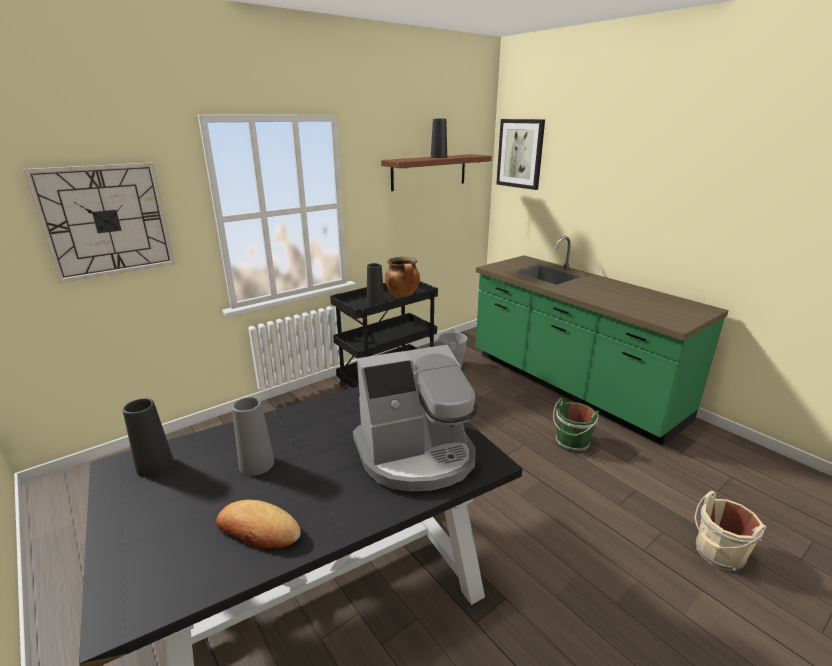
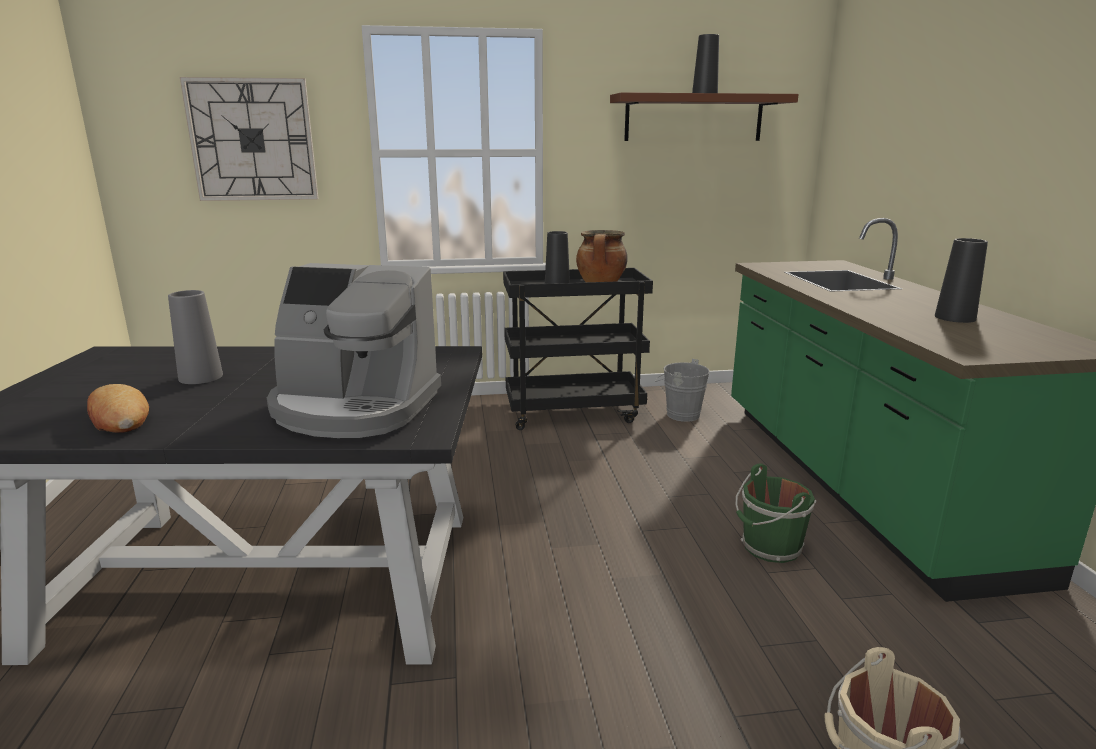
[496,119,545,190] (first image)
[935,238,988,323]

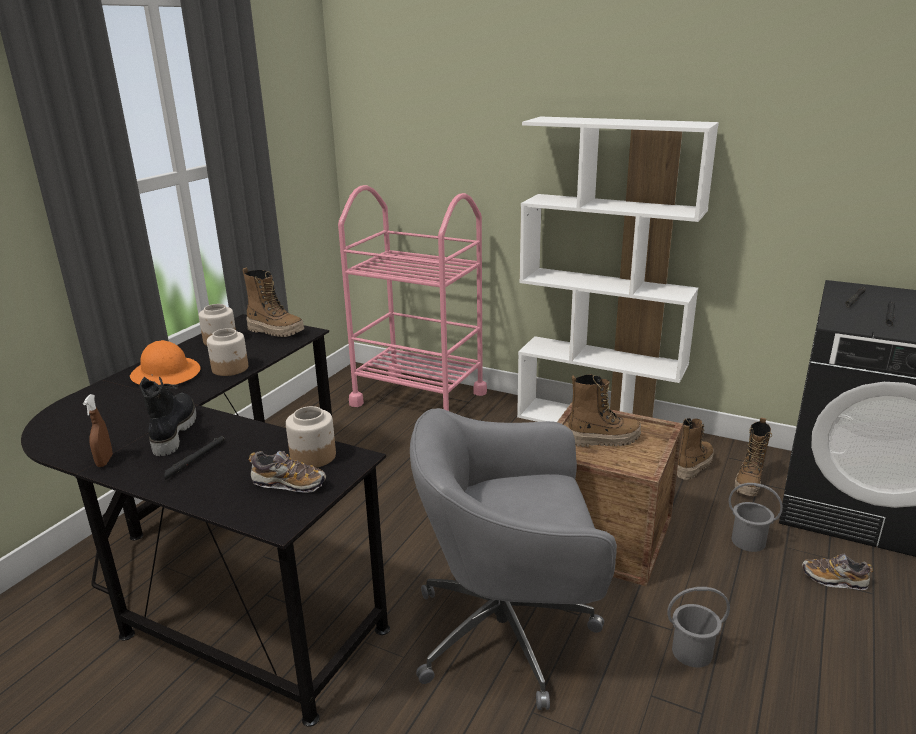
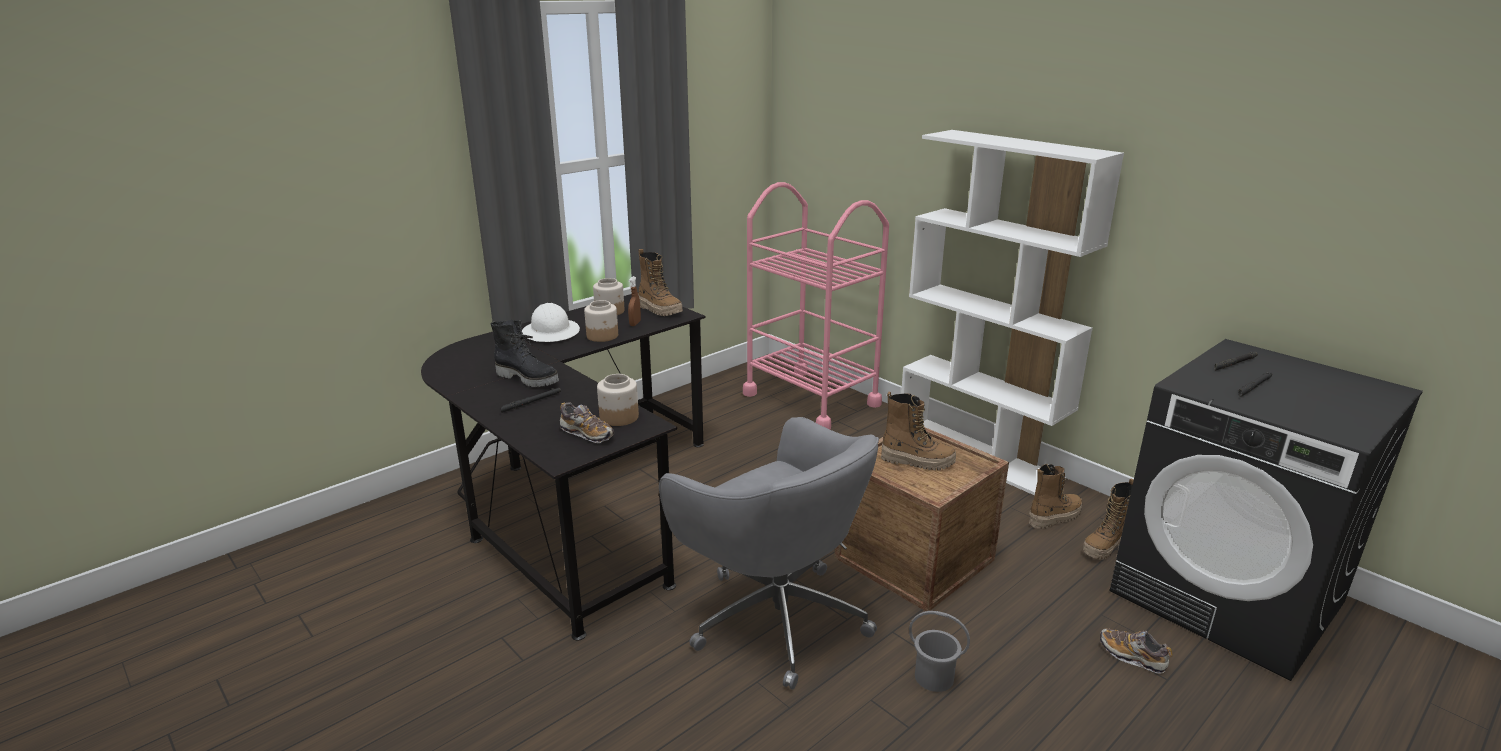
[522,303,580,342]
[491,320,559,387]
[628,276,641,326]
[659,417,879,690]
[729,483,783,552] (first image)

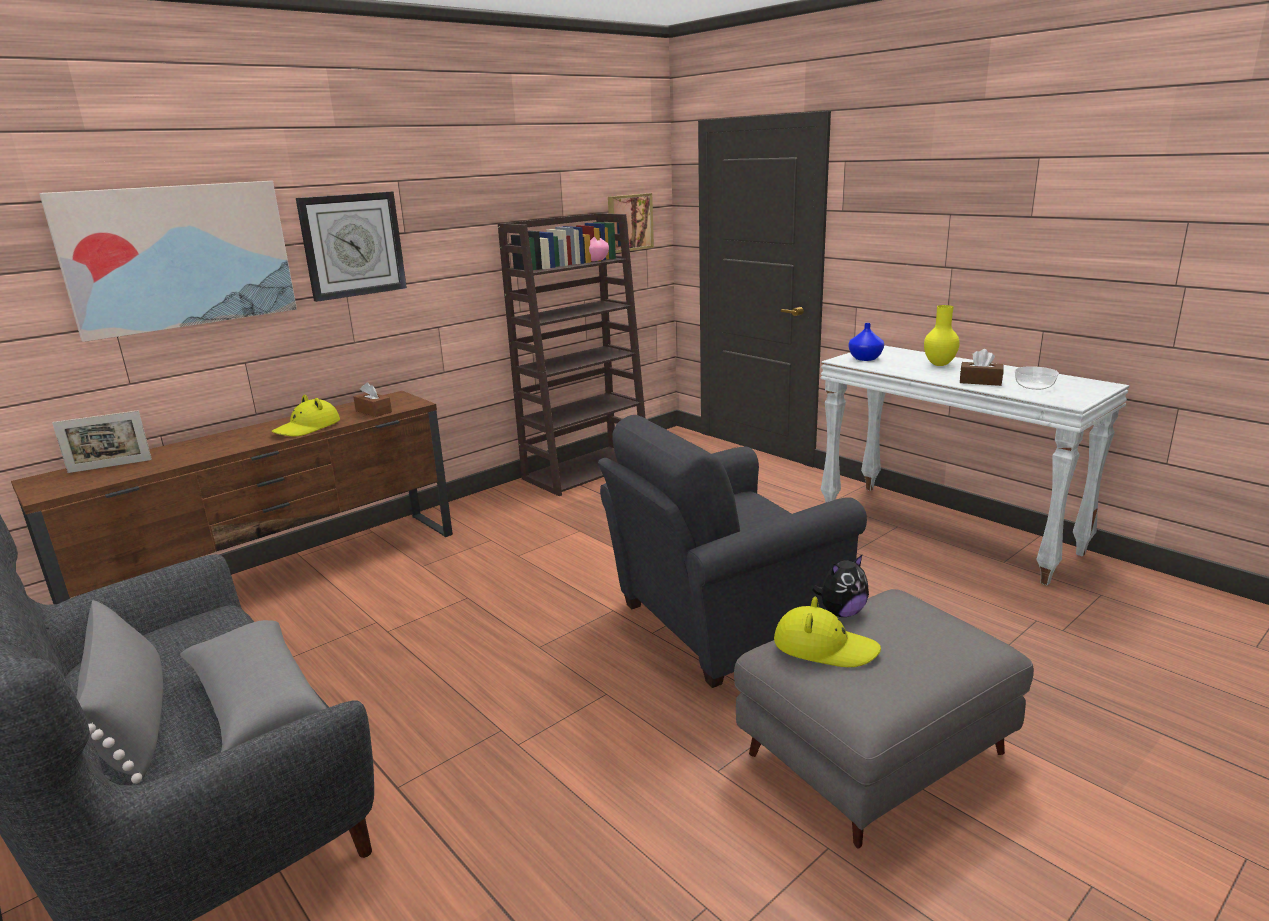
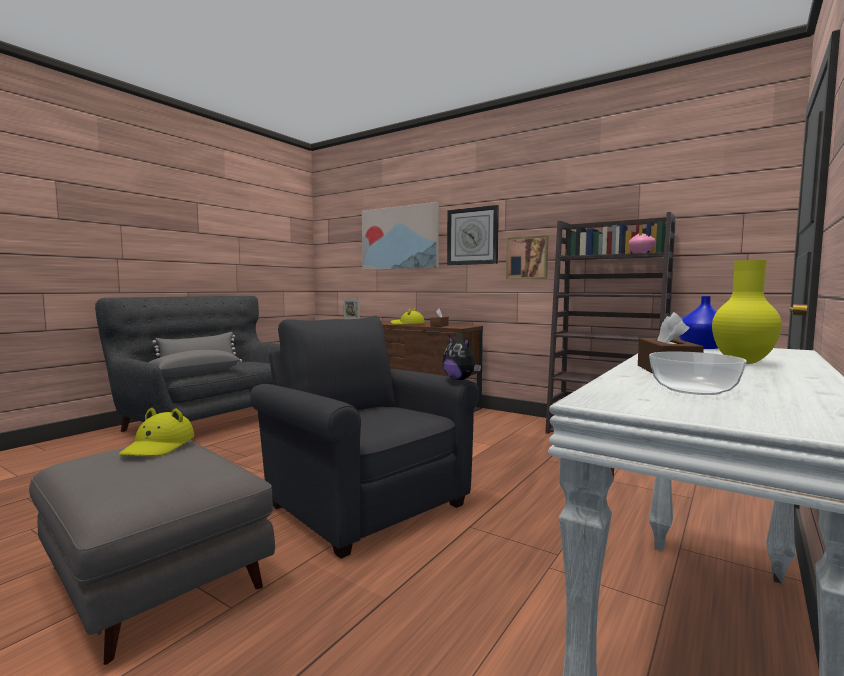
[506,235,548,279]
[443,336,481,380]

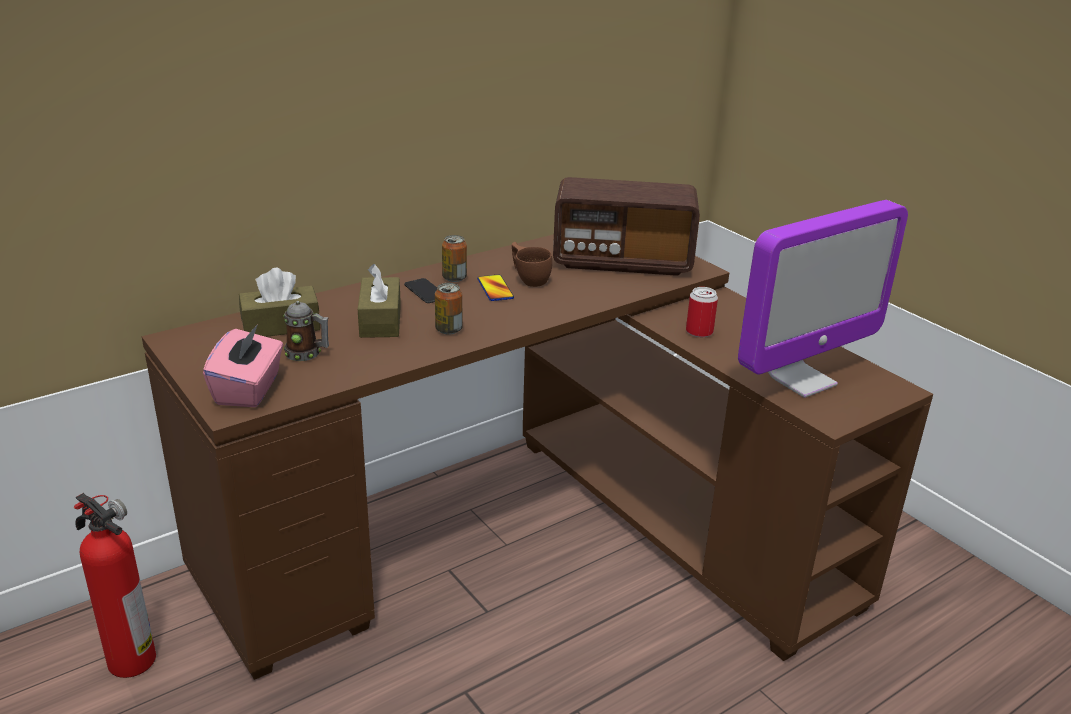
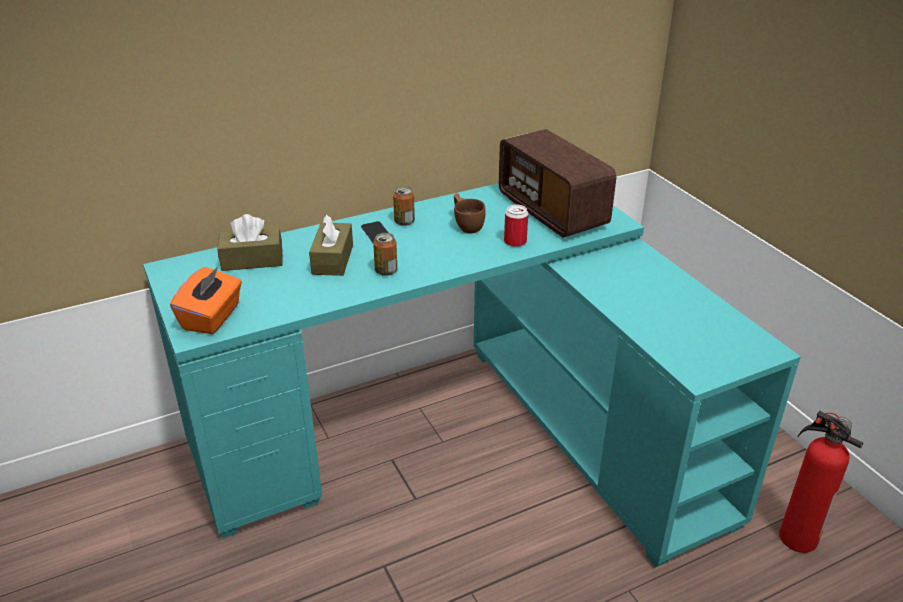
[499,129,616,238]
[738,200,908,398] (first image)
[143,183,801,567]
[477,275,514,301] (first image)
[504,204,528,247]
[284,301,329,361] (first image)
[170,267,242,334]
[779,411,863,553]

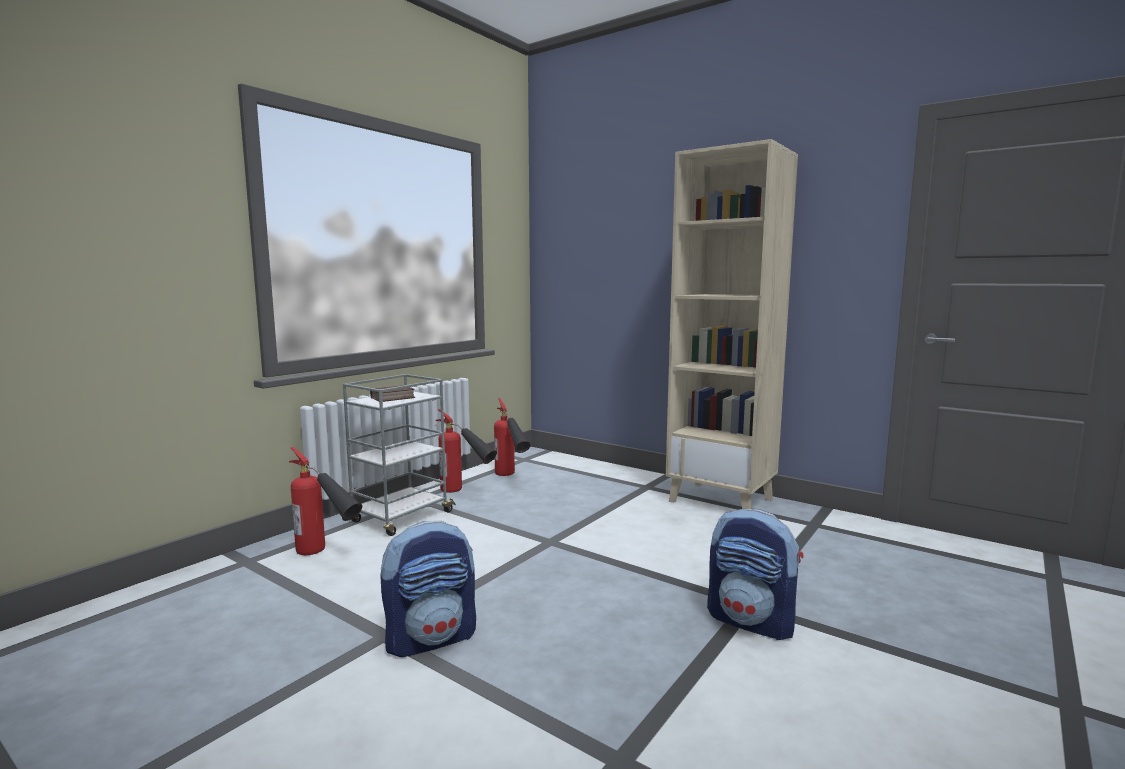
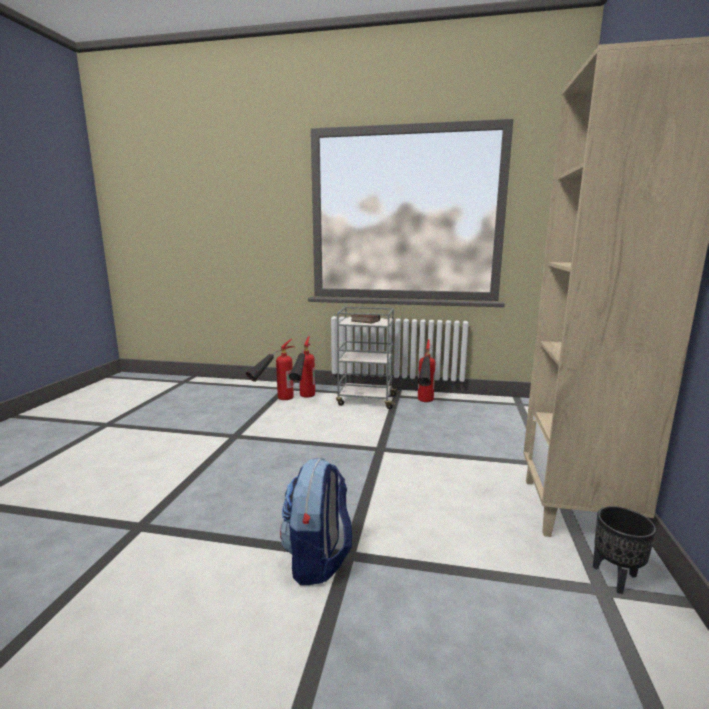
[246,339,294,400]
[380,520,476,657] (first image)
[593,506,656,594]

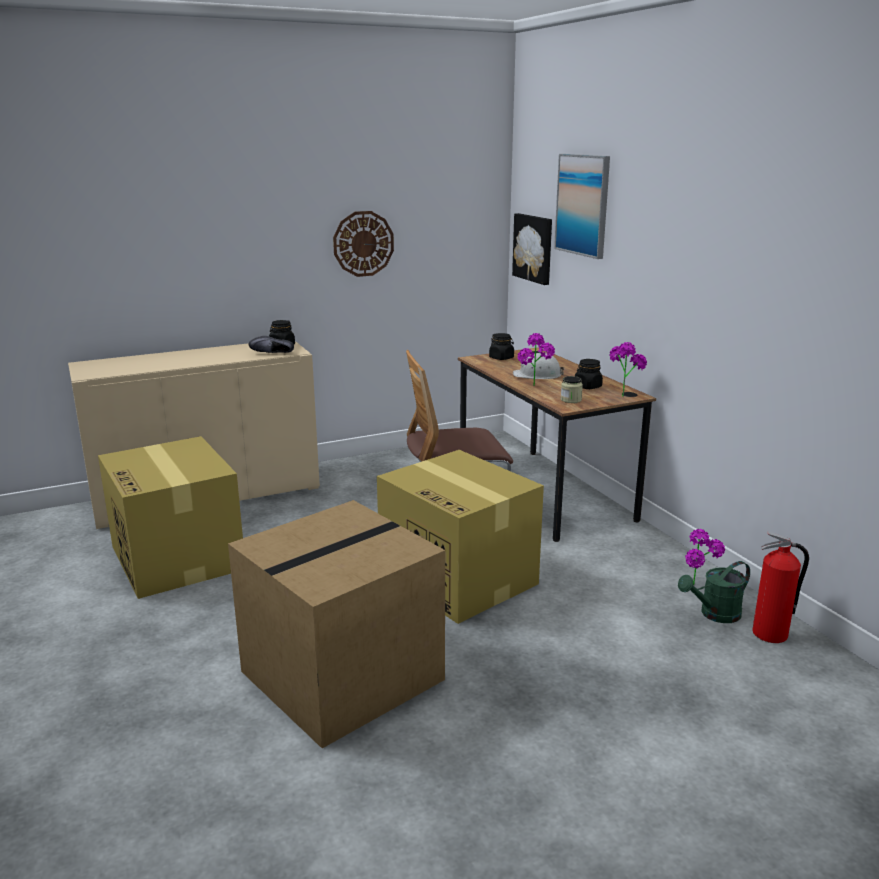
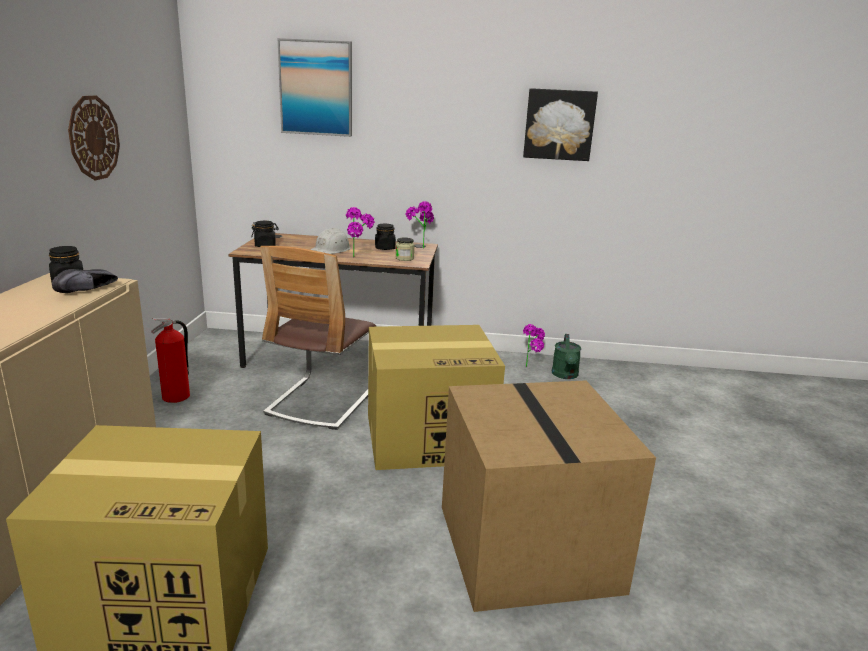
[523,88,598,161]
[151,318,190,403]

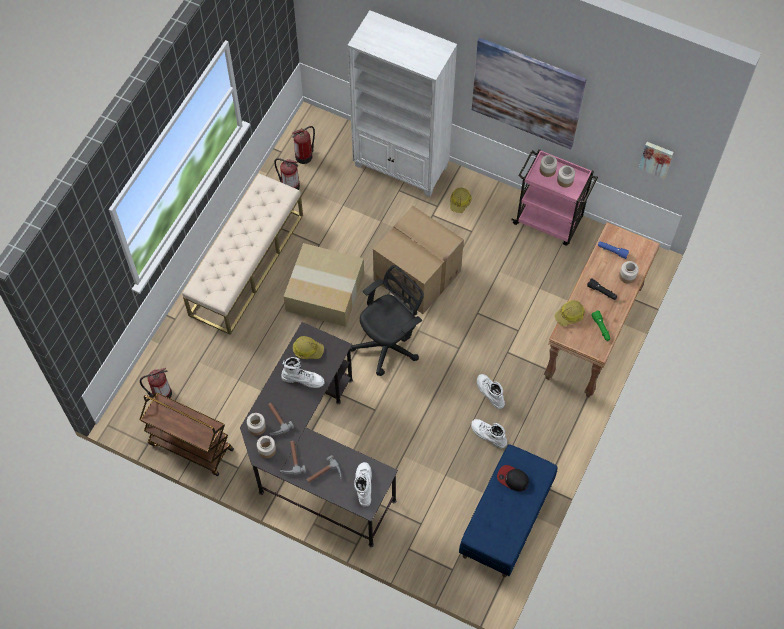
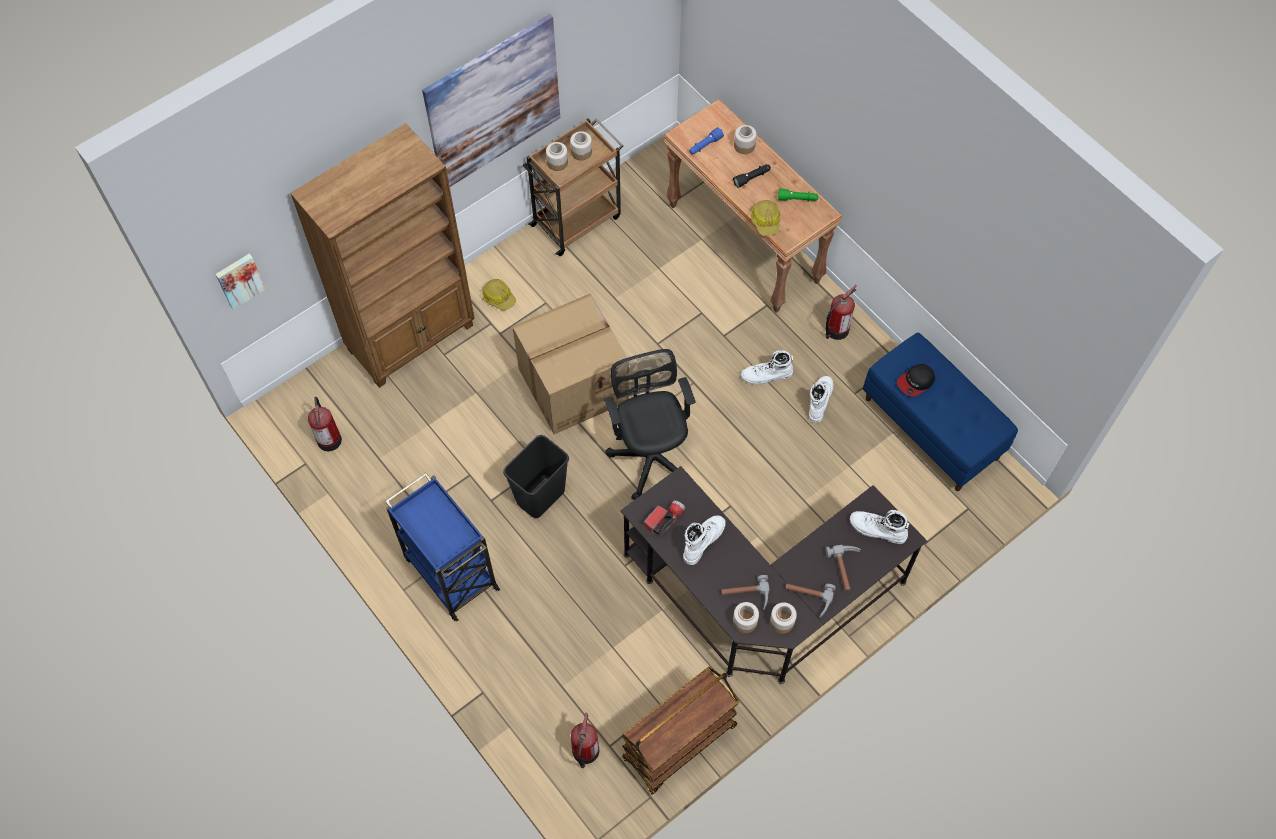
[290,123,475,388]
[215,254,266,310]
[523,118,623,256]
[825,285,857,340]
[385,473,500,622]
[503,435,569,518]
[644,500,685,536]
[809,376,834,423]

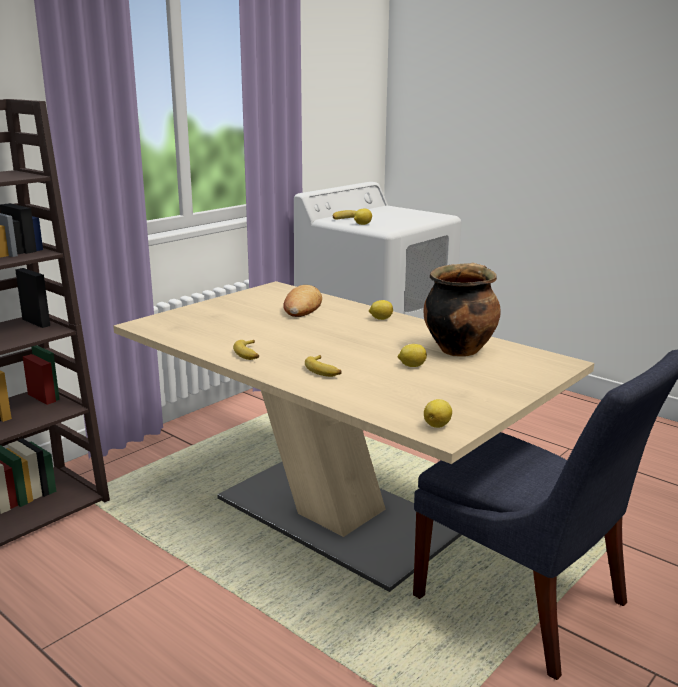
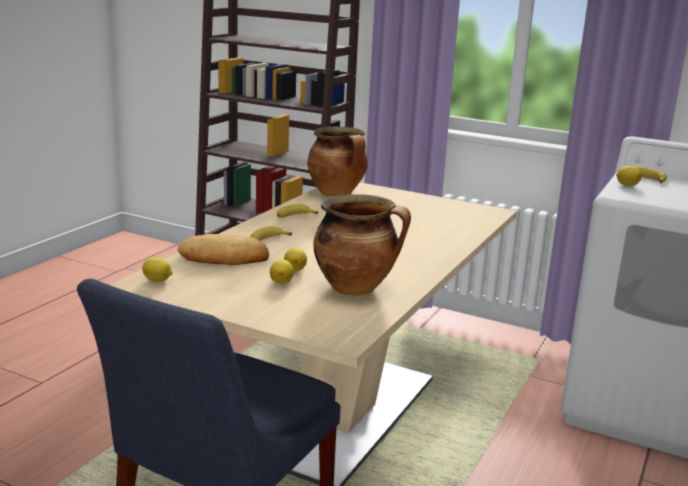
[177,234,269,265]
[270,260,294,284]
[307,126,368,197]

